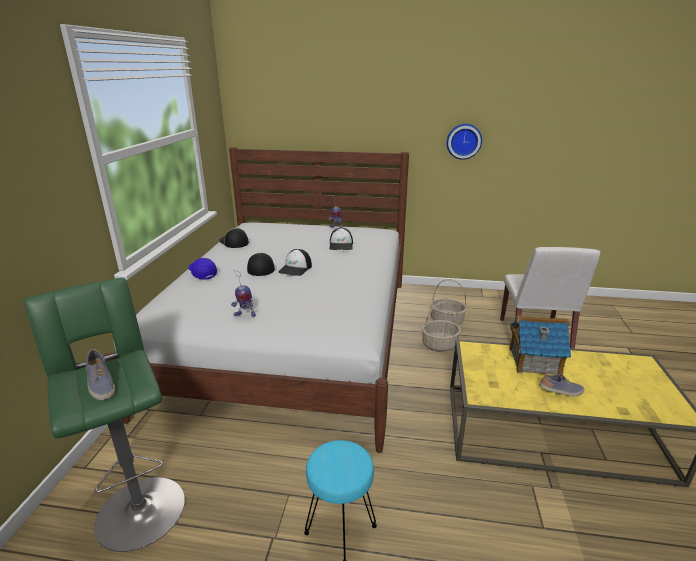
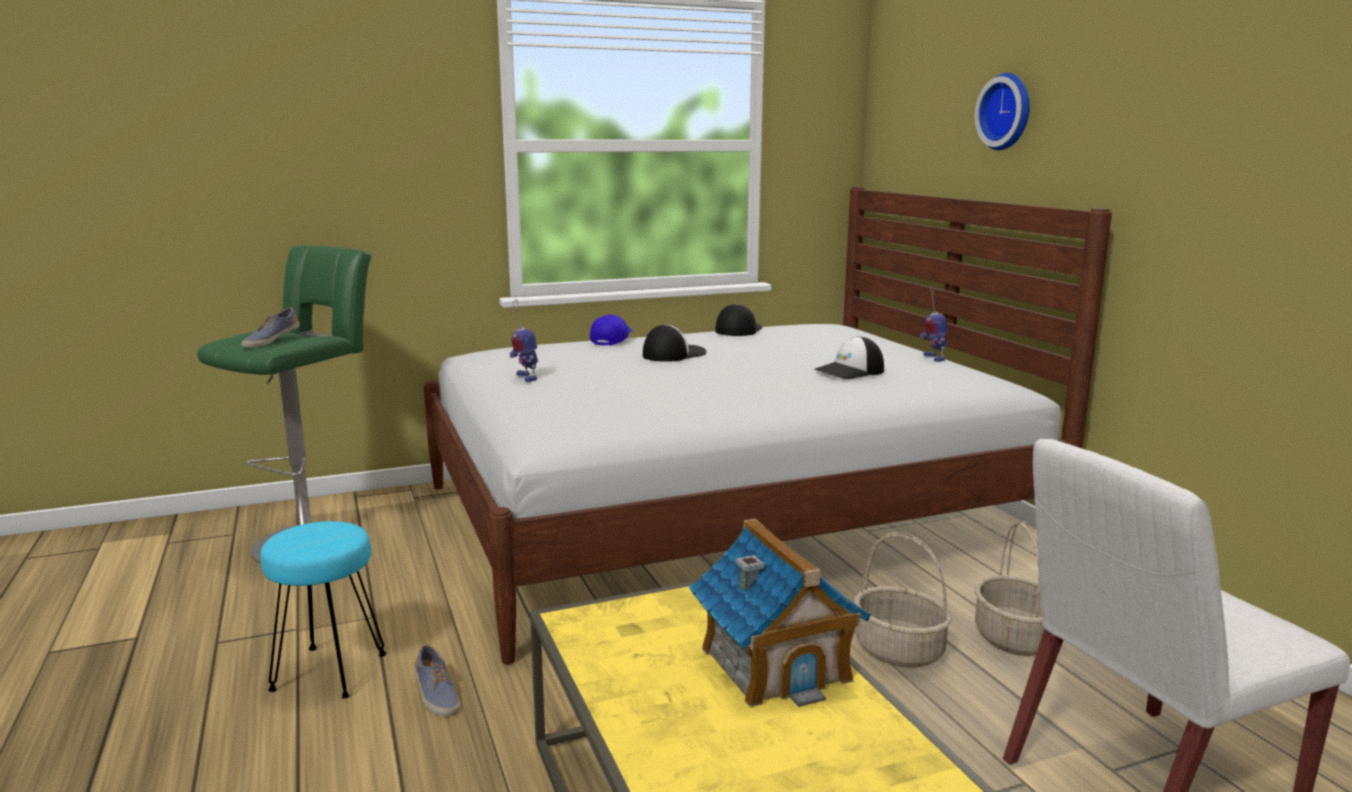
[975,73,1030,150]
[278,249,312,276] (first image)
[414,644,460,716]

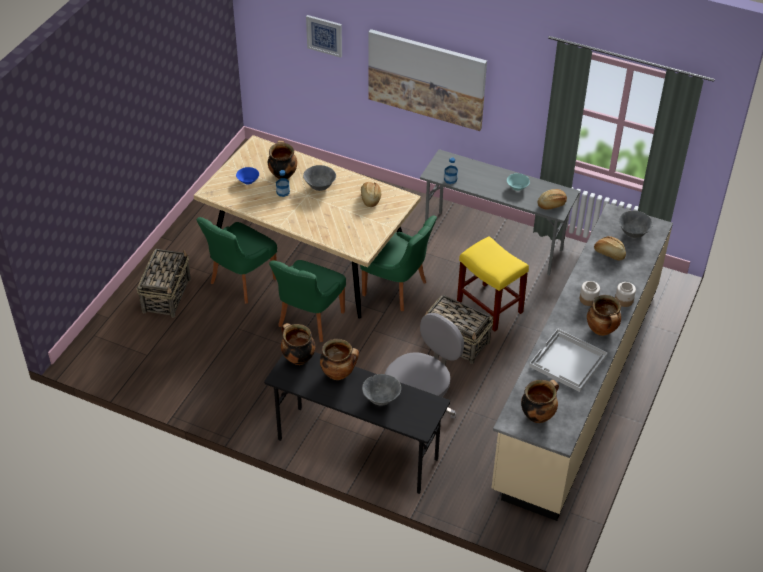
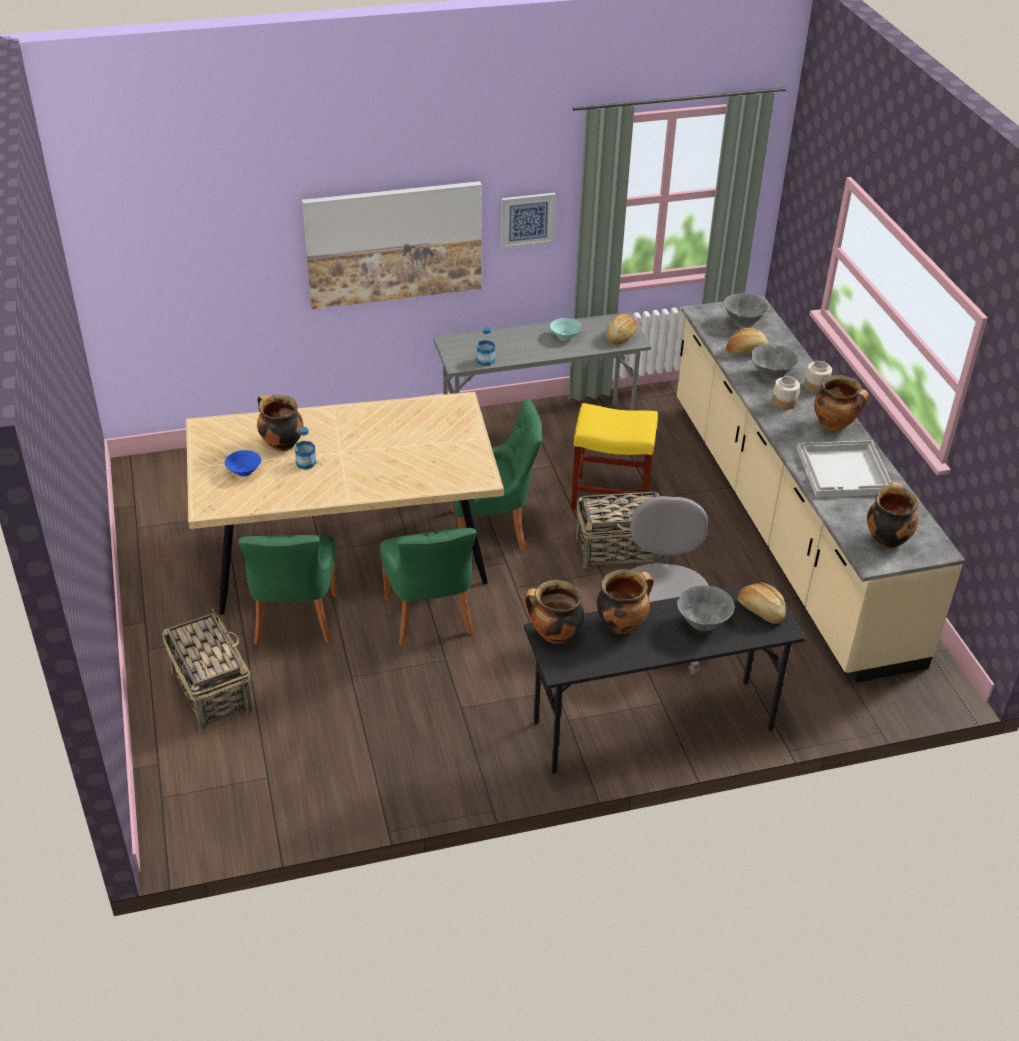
[501,193,556,249]
[750,344,798,379]
[737,582,786,624]

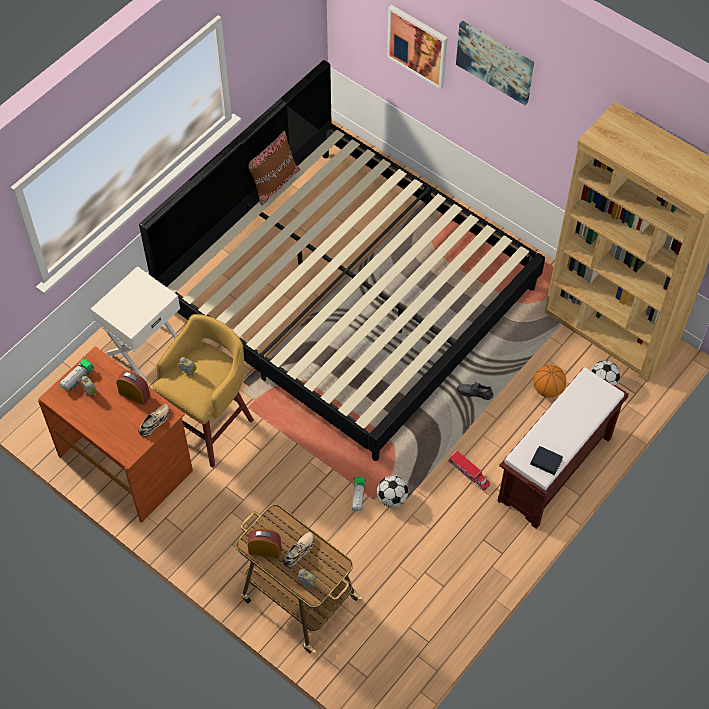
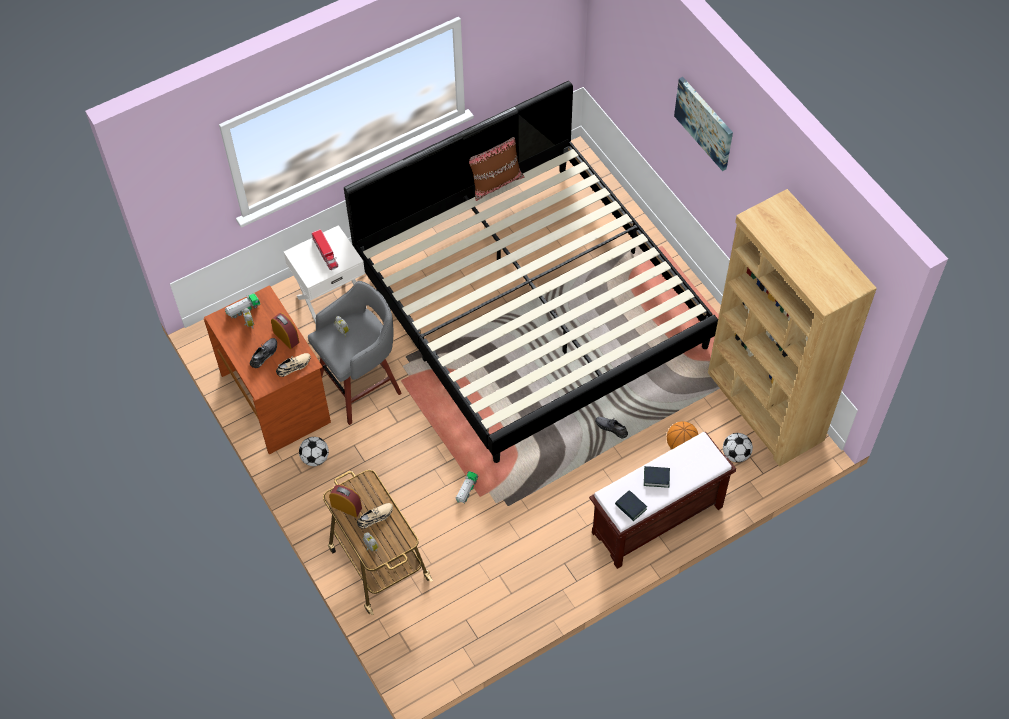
[387,5,448,90] (first image)
[308,281,402,425]
[312,229,338,270]
[299,437,329,466]
[250,338,277,368]
[644,466,670,488]

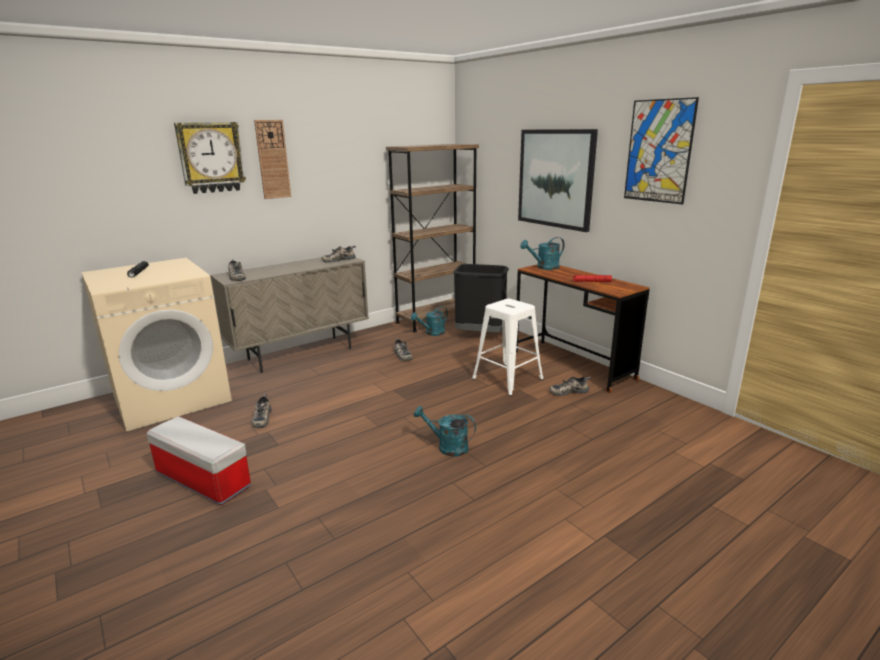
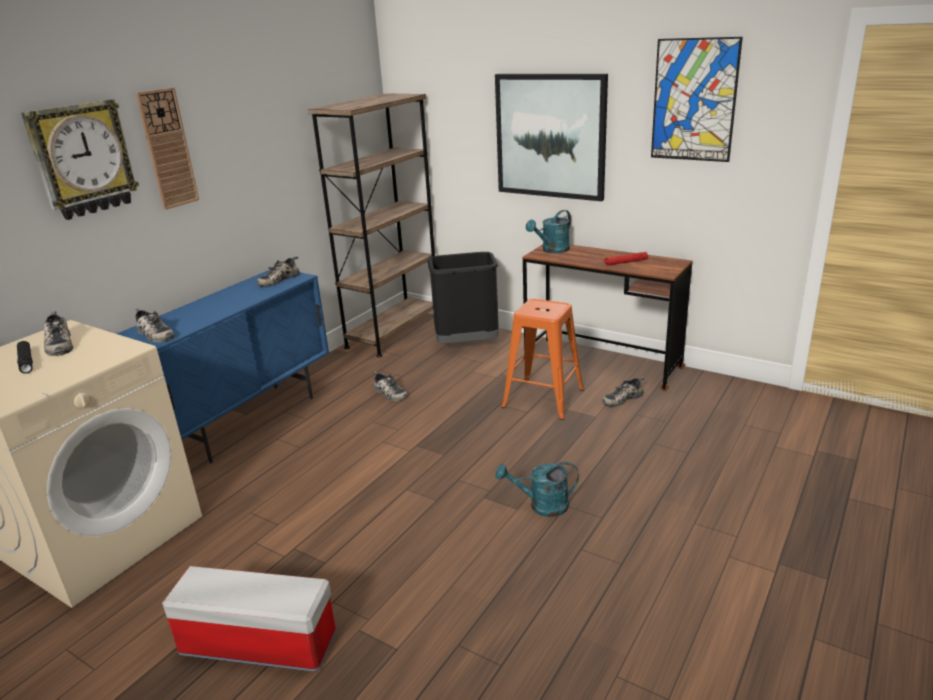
[117,270,329,464]
[502,299,584,420]
[411,307,448,336] (first image)
[43,311,73,356]

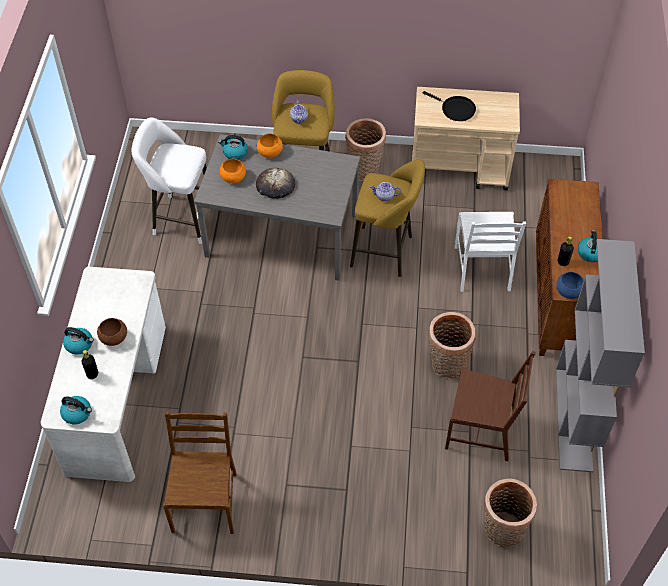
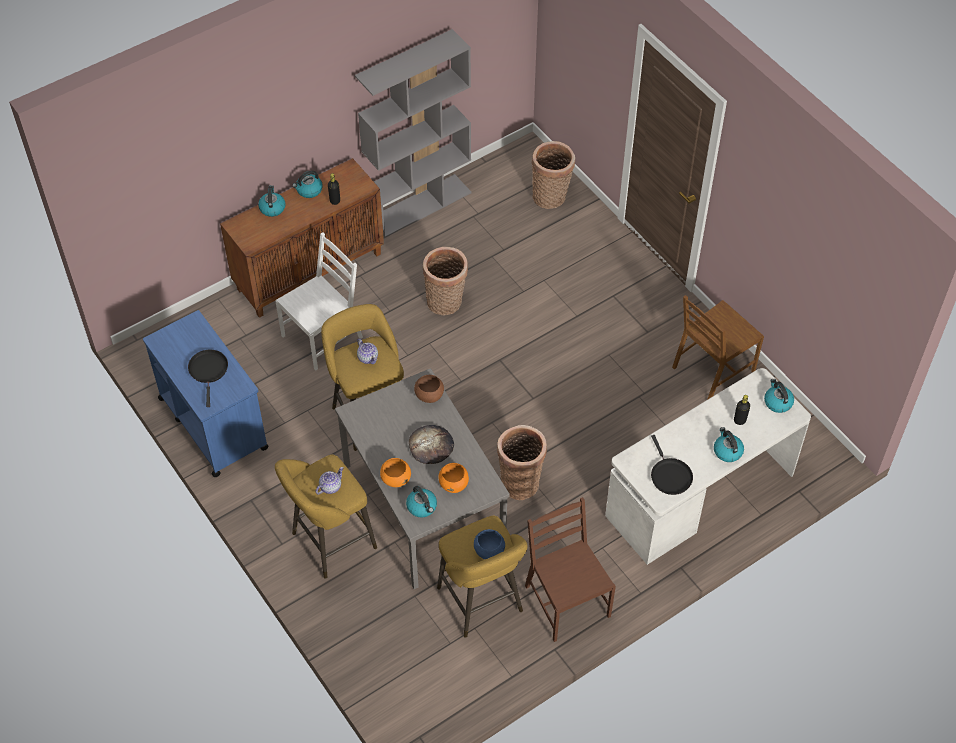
[143,310,269,477]
[437,516,528,638]
[497,425,547,500]
[474,529,505,559]
[414,375,444,403]
[525,497,616,642]
[258,185,286,217]
[651,435,693,495]

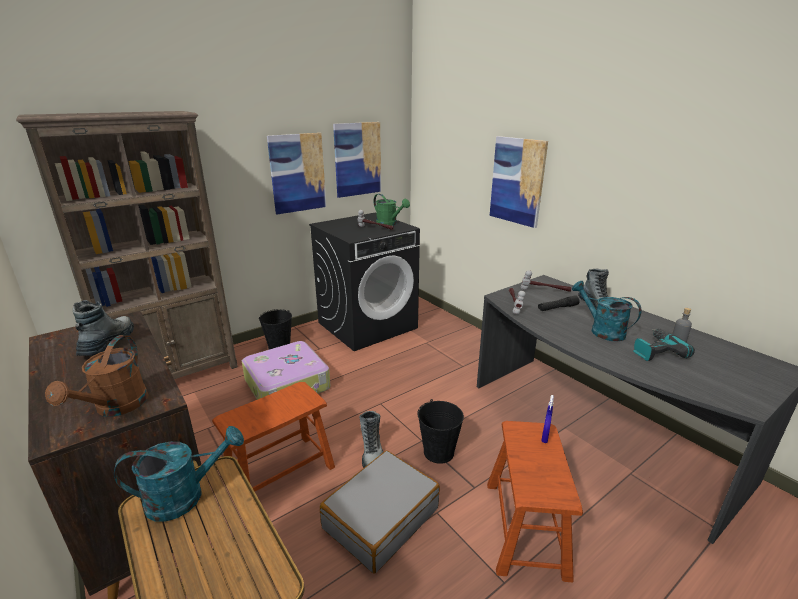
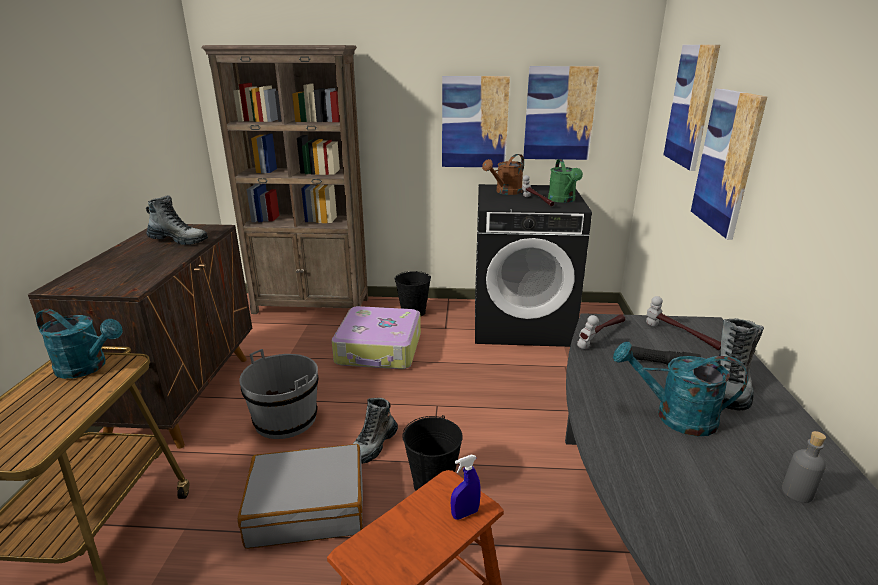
[613,341,748,436]
[146,195,208,245]
[633,328,695,361] (first image)
[482,154,524,195]
[239,349,318,439]
[663,45,720,171]

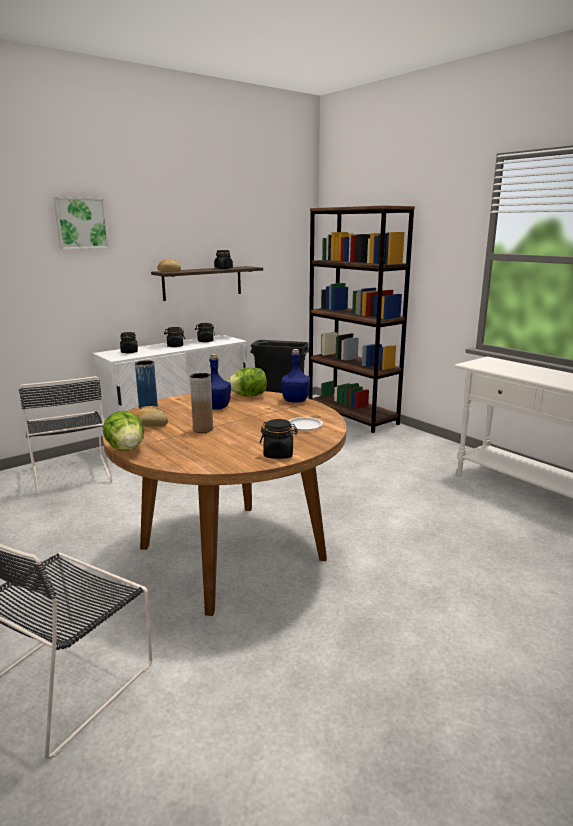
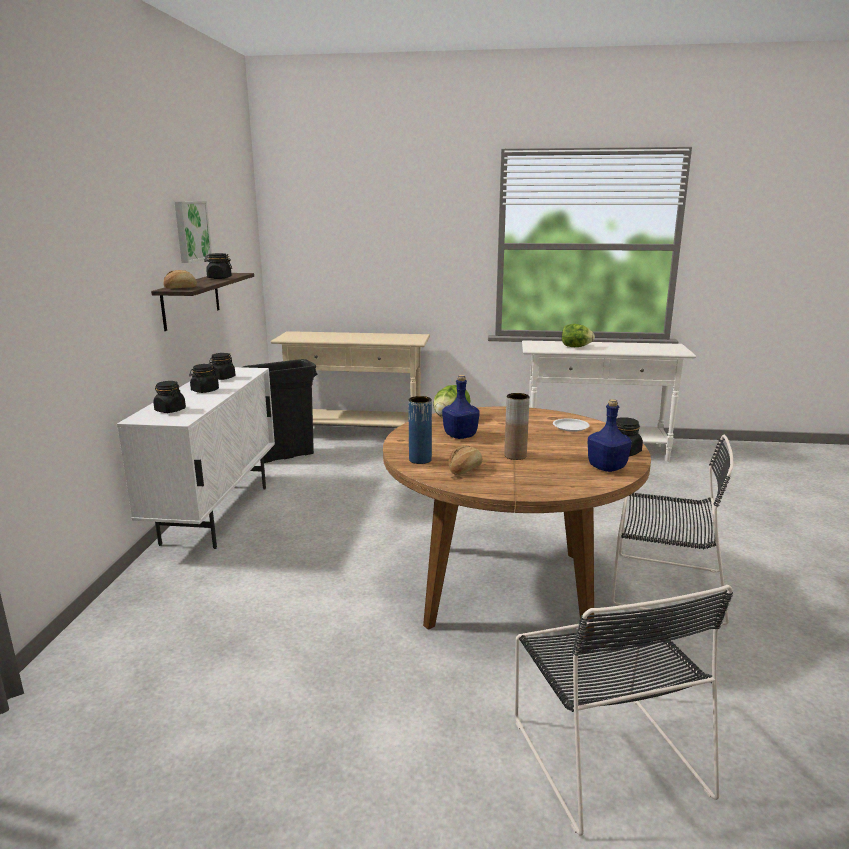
[175,201,212,263]
[271,331,430,427]
[588,399,632,472]
[611,435,734,626]
[562,324,595,347]

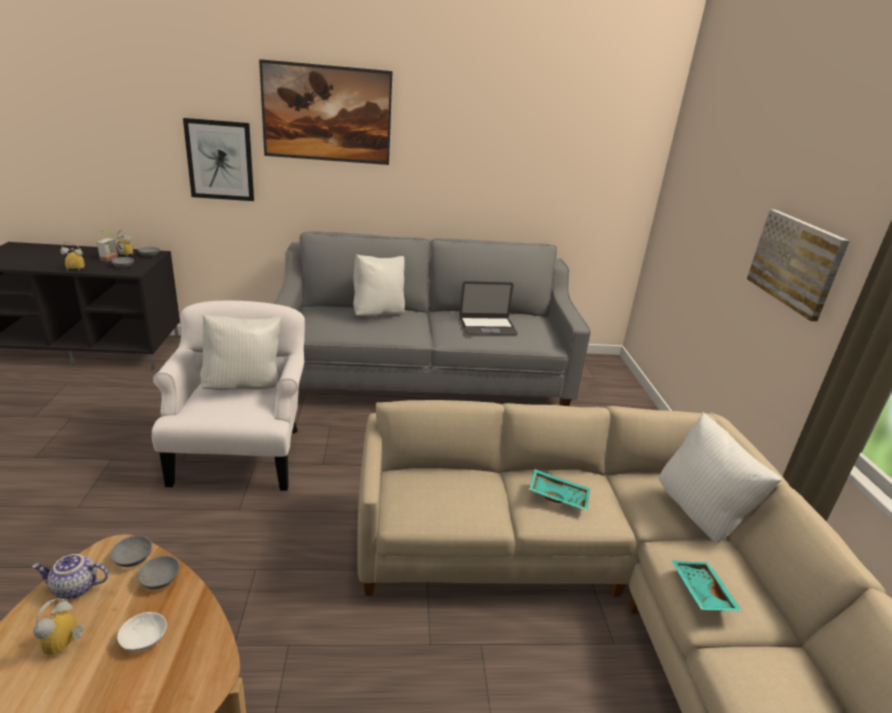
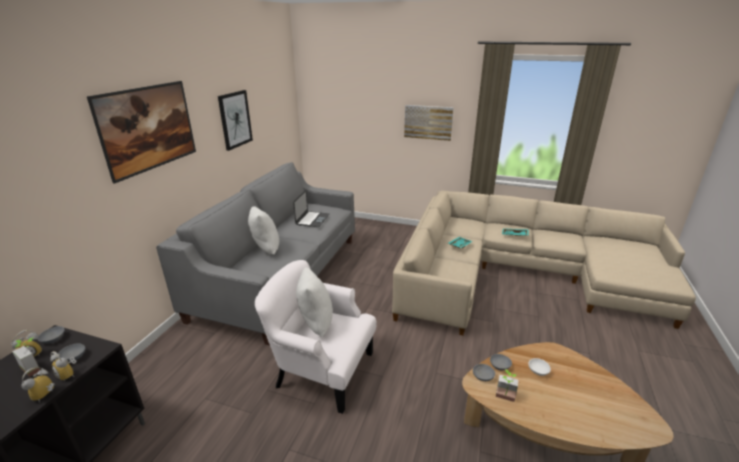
[218,90,253,151]
[658,412,782,543] (first image)
[496,369,519,402]
[50,351,77,381]

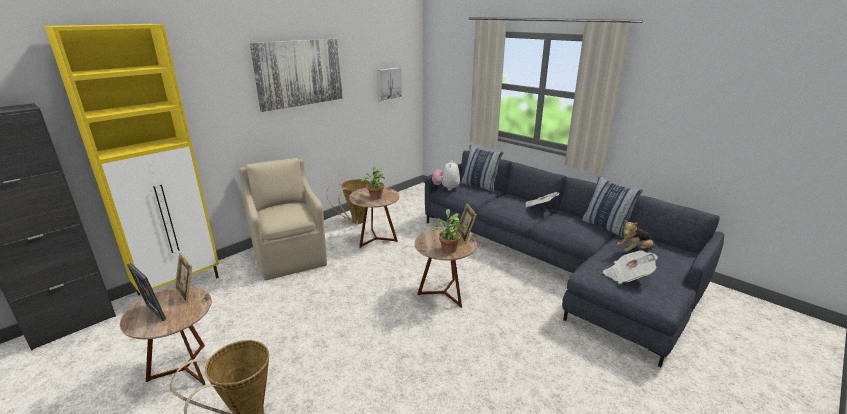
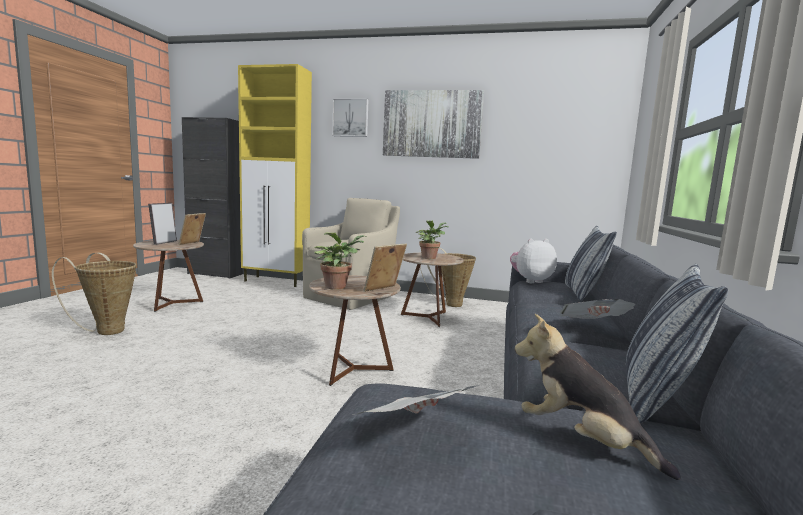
[332,99,369,137]

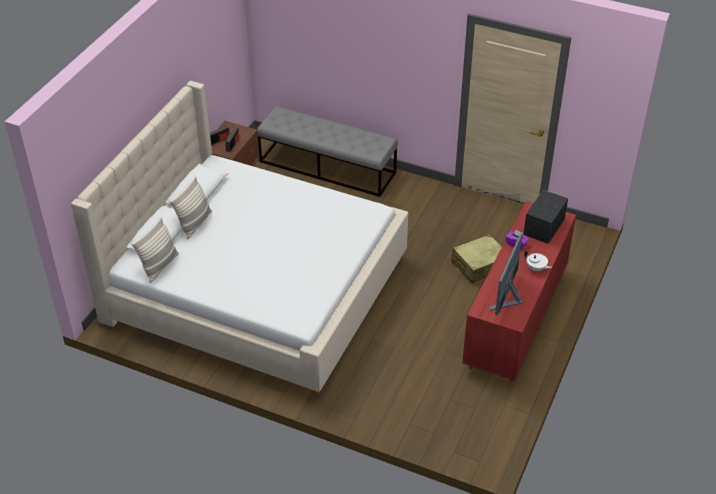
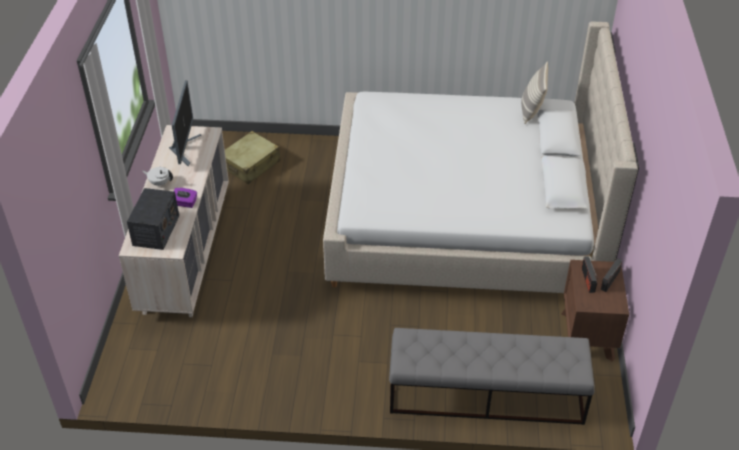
[170,175,212,240] (first image)
[119,125,229,317]
[225,131,281,184]

